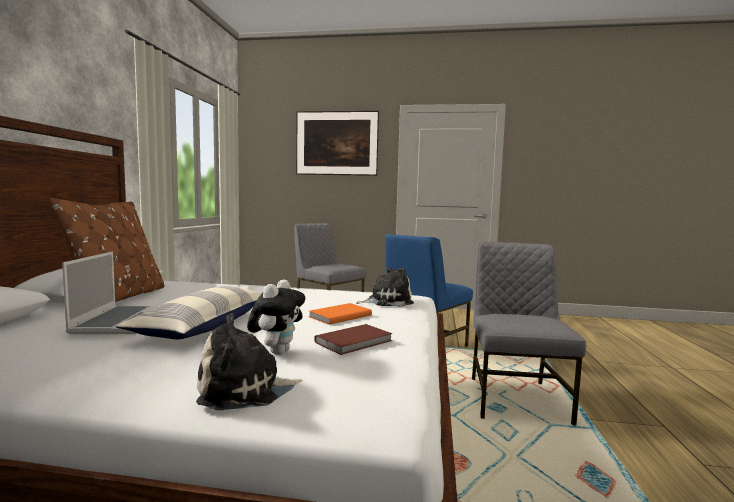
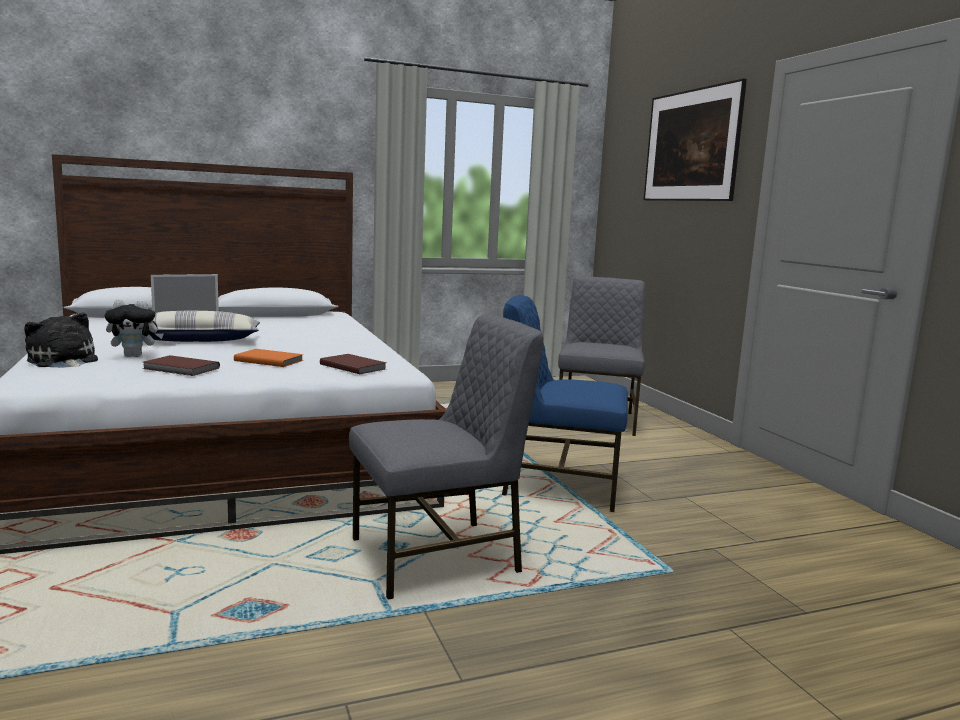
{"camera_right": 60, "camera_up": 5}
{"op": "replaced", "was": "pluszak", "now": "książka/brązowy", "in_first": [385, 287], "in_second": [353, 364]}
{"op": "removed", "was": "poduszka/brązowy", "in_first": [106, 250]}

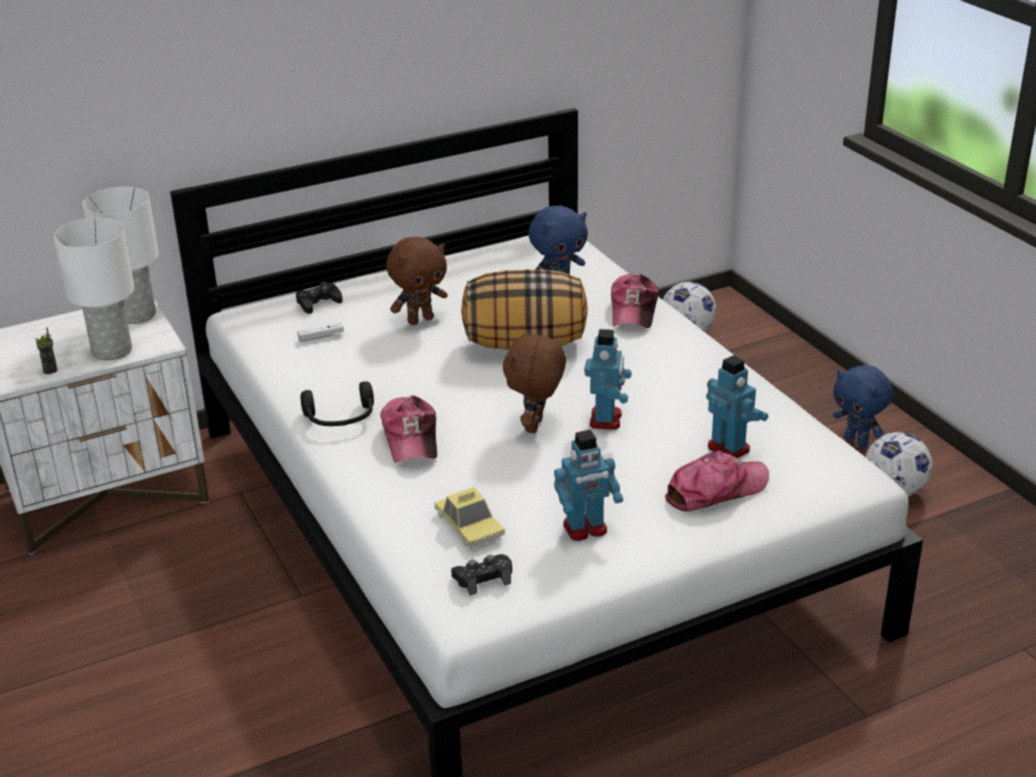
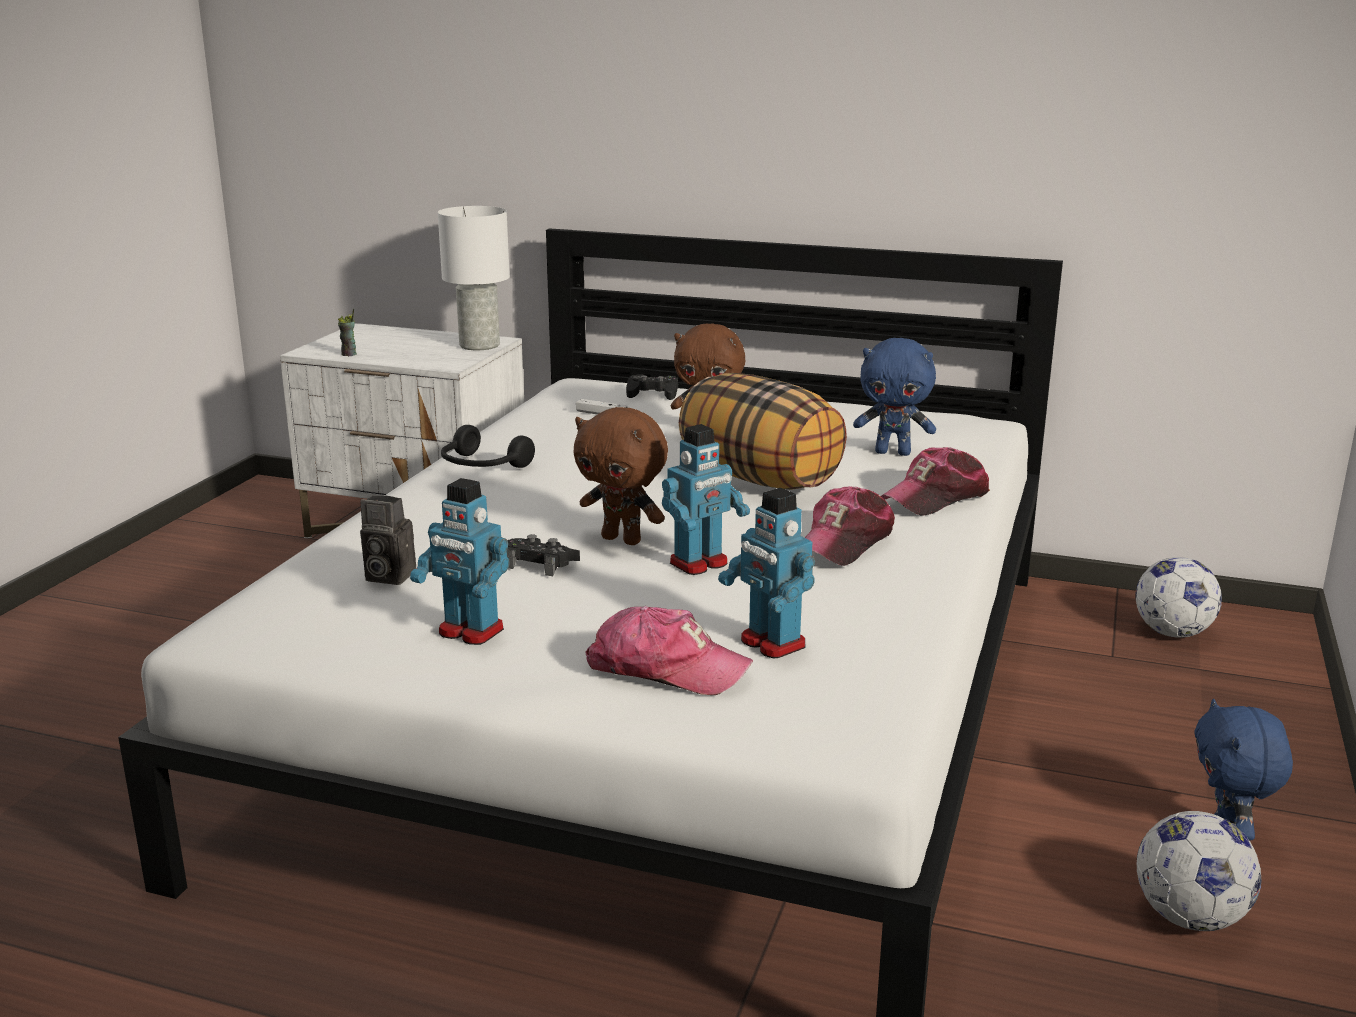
{"camera_right": 45, "camera_up": -10}
{"op": "replaced", "was": "samochodzik", "now": "aparat fotograficzny", "in_first": [469, 517], "in_second": [388, 540]}
{"op": "moved", "was": "pad do gier/czarny", "in_first": [481, 575], "in_second": [543, 555]}
{"op": "turned", "was": "pluszak/brązowy", "in_first": [534, 381], "in_second": [621, 476], "clockwise": -120}
{"op": "turned", "was": "robot zabawkowy", "in_first": [737, 406], "in_second": [766, 573], "clockwise": 135}
{"op": "moved", "was": "czapka z daszkiem", "in_first": [408, 429], "in_second": [850, 526]}
{"op": "removed", "was": "lampa stołowa/biały", "in_first": [94, 289]}

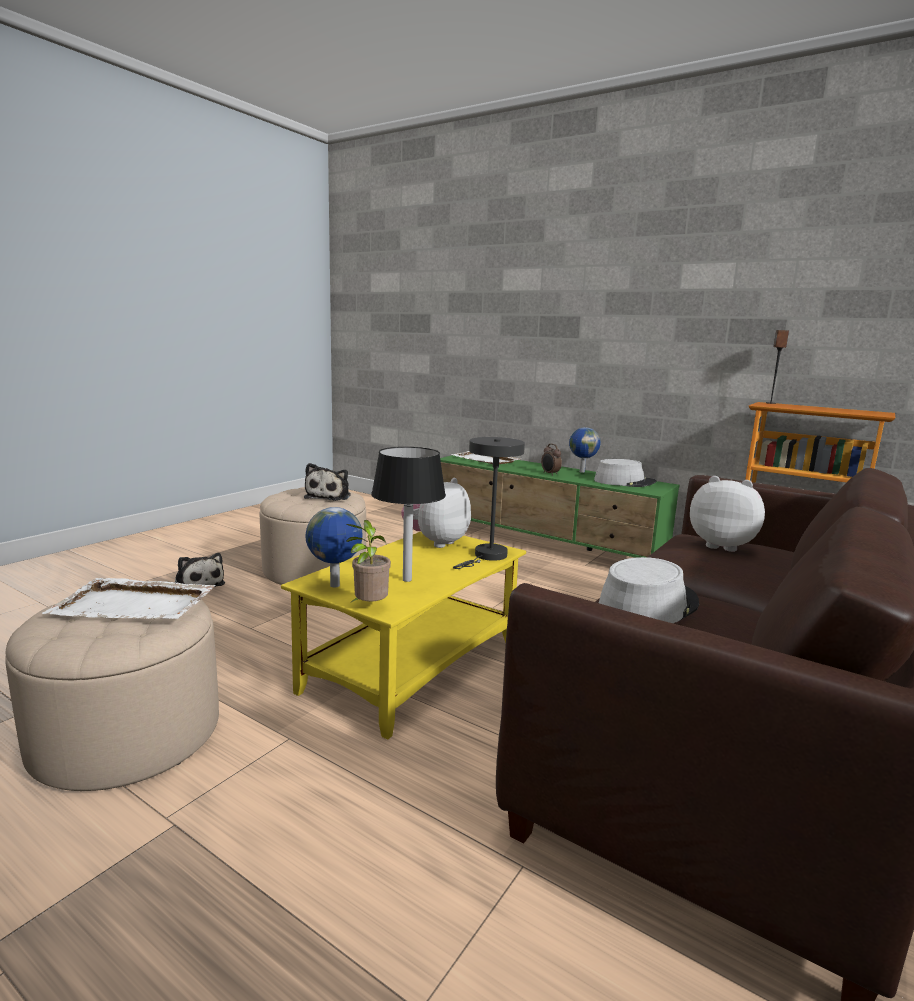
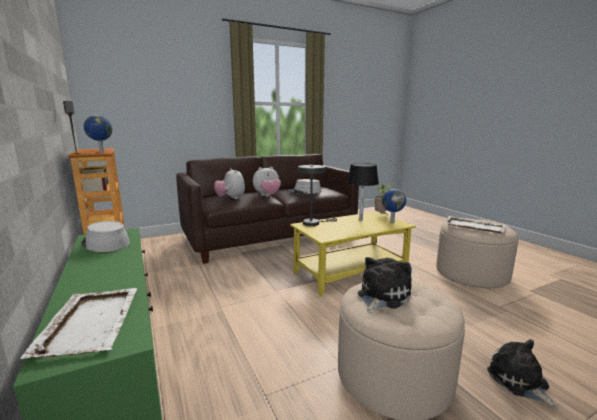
{"camera_right": -150, "camera_up": 0}
{"op": "moved", "was": "globus", "in_first": [585, 450], "in_second": [98, 134]}
{"op": "moved", "was": "pluszak", "in_first": [436, 513], "in_second": [267, 181]}
{"op": "removed", "was": "budzik", "in_first": [551, 460]}

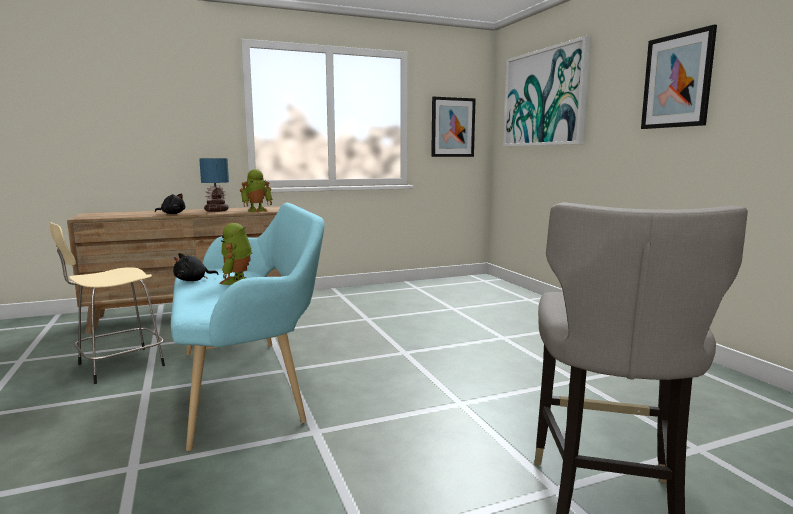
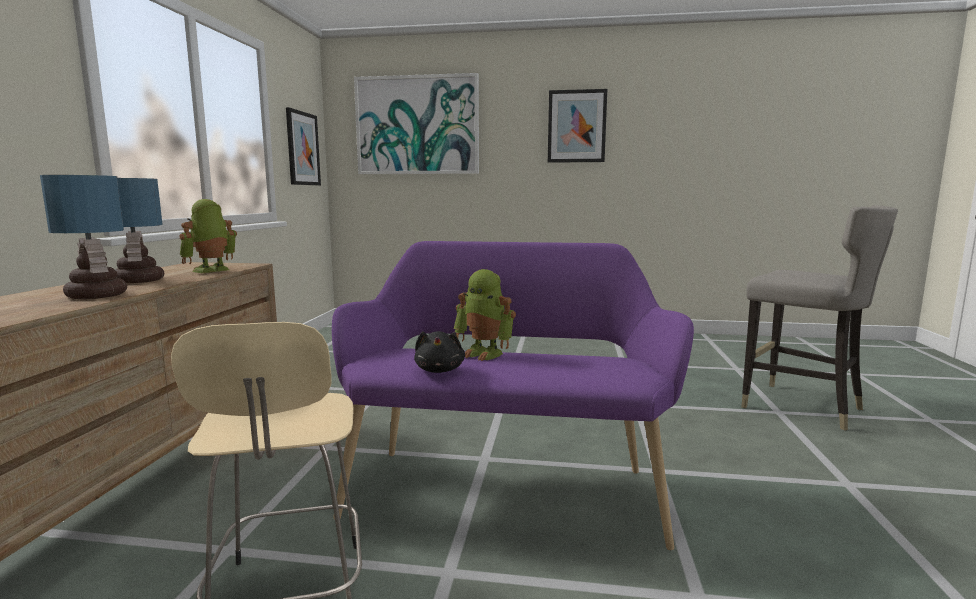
{"camera_right": -60, "camera_up": 0}
{"op": "replaced", "was": "pluszak/czarny", "now": "lampa stołowa", "in_first": [170, 203], "in_second": [83, 237]}
{"op": "turned", "was": "robot zabawkowy", "in_first": [256, 190], "in_second": [208, 236], "clockwise": -135}
{"op": "recoloured", "was": "ławka/turkusowy", "now": "ławka/fioletowy", "in_first": [248, 327], "in_second": [513, 395]}

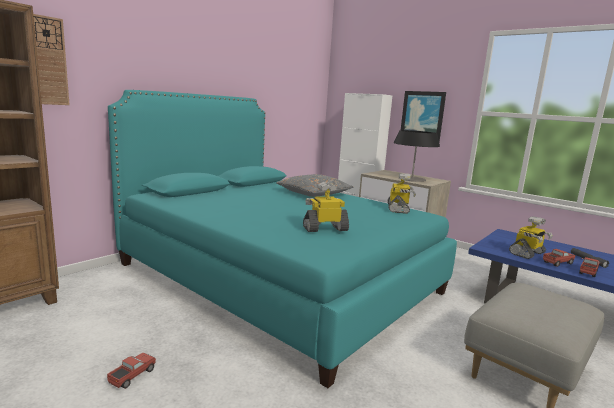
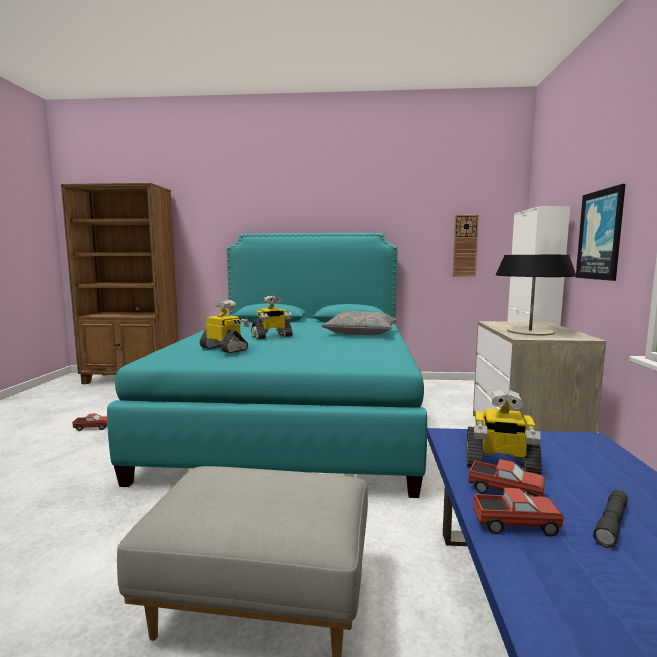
{"camera_right": 55, "camera_up": -5}
{"op": "moved", "was": "robot zabawkowy", "in_first": [402, 193], "in_second": [272, 317]}
{"op": "moved", "was": "zegar ścienny", "in_first": [51, 59], "in_second": [466, 246]}

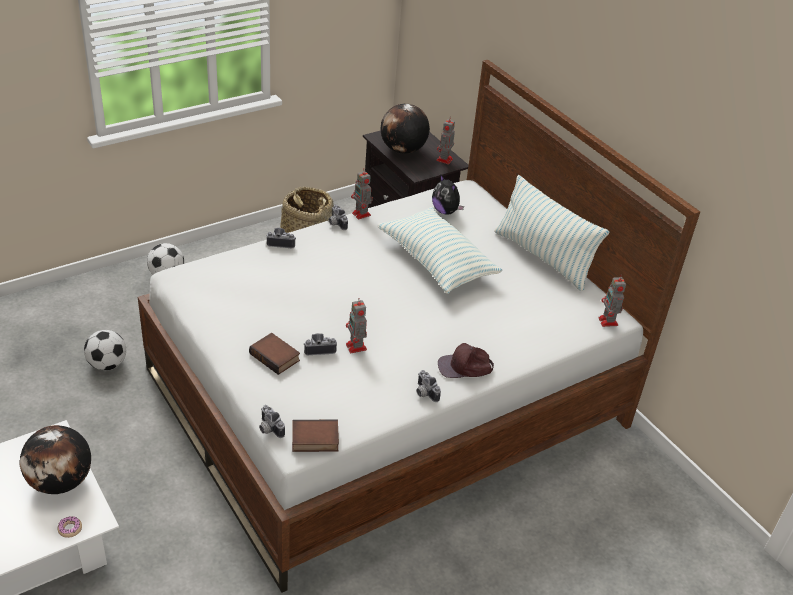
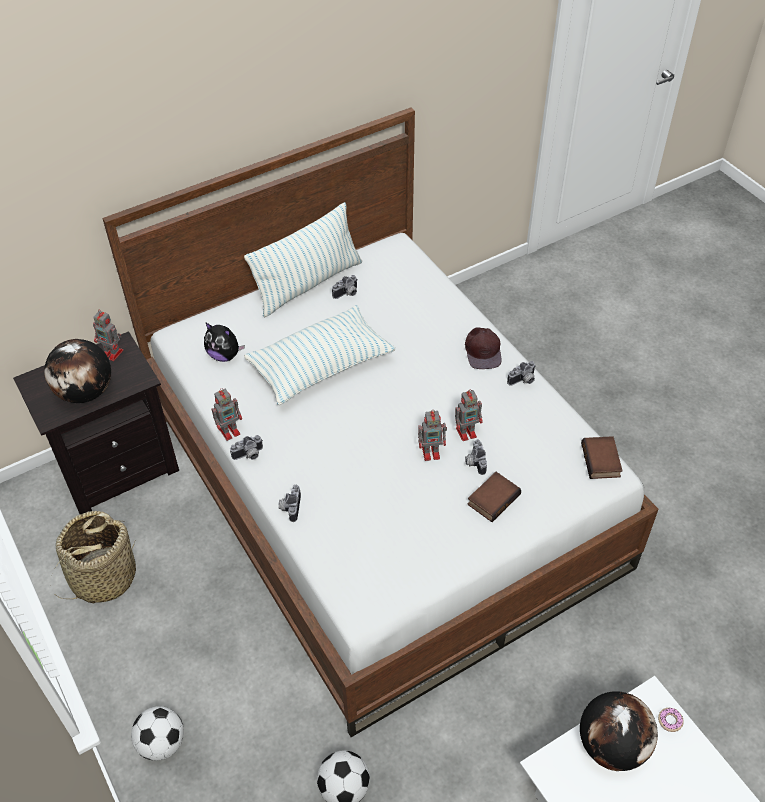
{"camera_right": -85, "camera_up": 10}
{"op": "turned", "was": "pluszak", "in_first": [448, 194], "in_second": [224, 342], "clockwise": 60}
{"op": "moved", "was": "aparat fotograficzny", "in_first": [272, 421], "in_second": [345, 287]}
{"op": "moved", "was": "robot zabawkowy", "in_first": [612, 300], "in_second": [432, 435]}

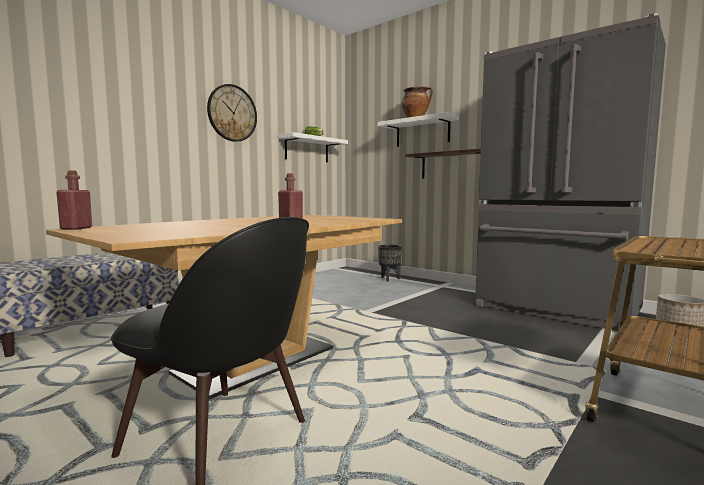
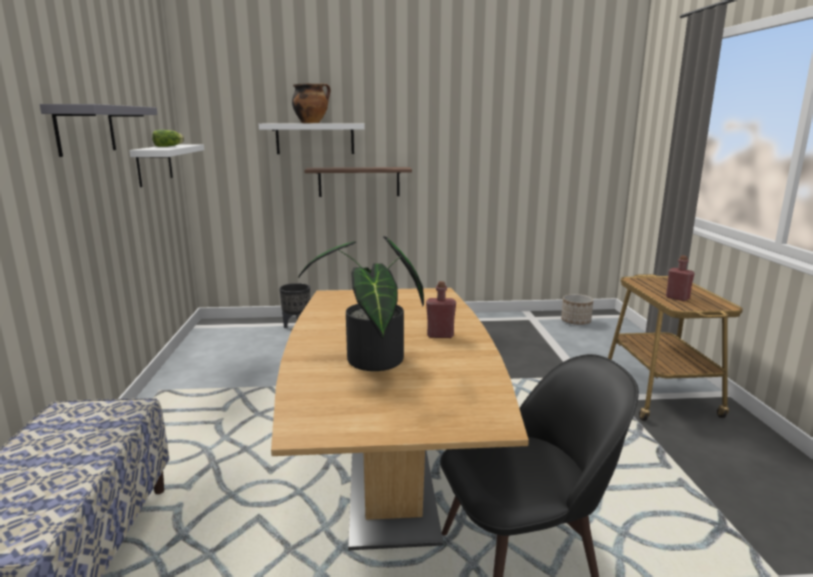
{"camera_right": -45, "camera_up": 10}
{"op": "replaced", "was": "zegar ścienny", "now": "półka/szary", "in_first": [232, 113], "in_second": [99, 130]}
{"op": "added", "now": "roślina doniczkowa", "in_second": [361, 303]}
{"op": "moved", "was": "butelka/czerwony", "in_first": [74, 200], "in_second": [680, 278]}
{"op": "removed", "was": "lodówka/szary", "in_first": [570, 172]}

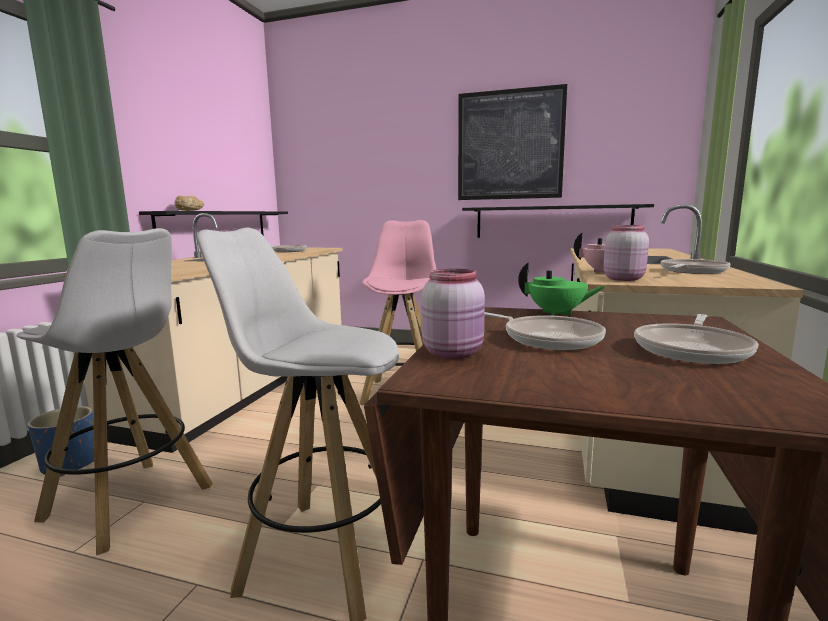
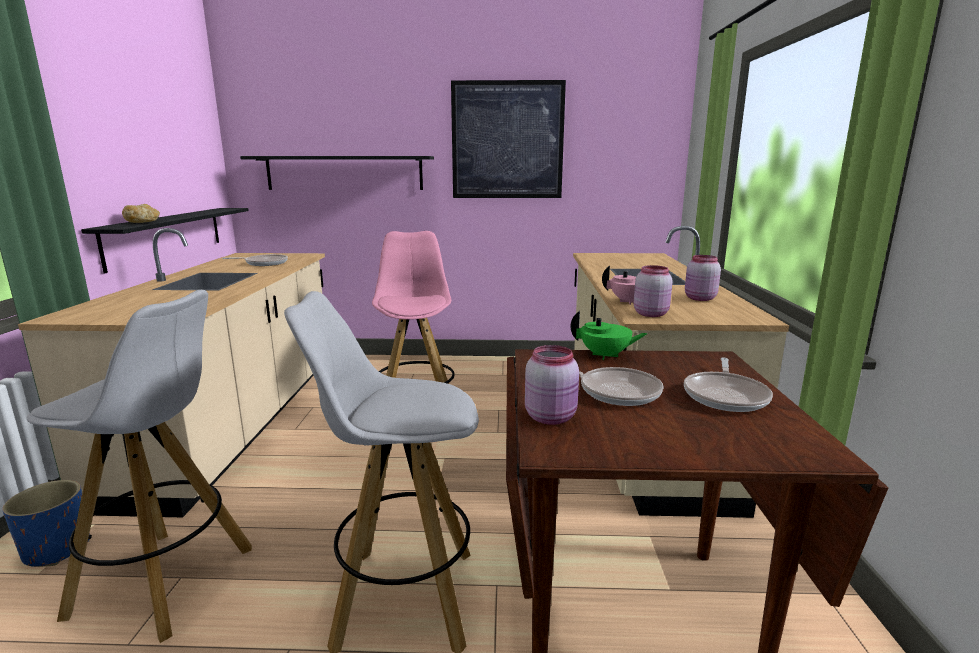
{"camera_right": -15, "camera_up": 5}
{"op": "moved", "was": "półka/czarny", "in_first": [558, 221], "in_second": [337, 173]}
{"op": "replaced", "was": "patelnia", "now": "słoik/różowy", "in_first": [696, 266], "in_second": [703, 278]}

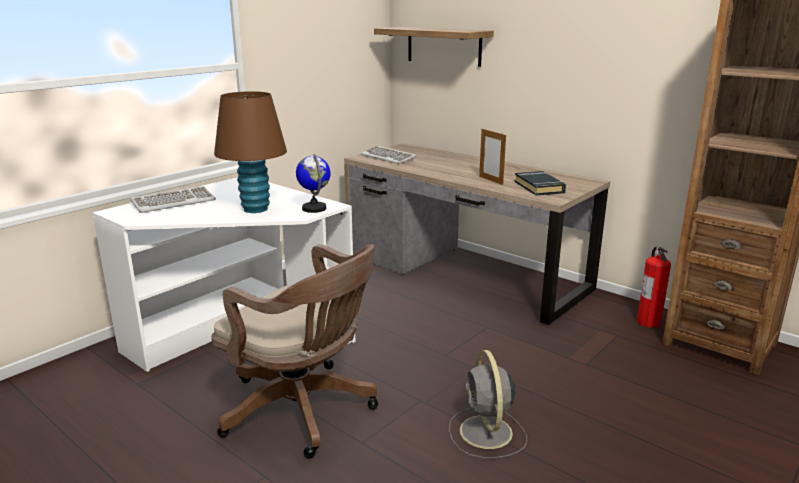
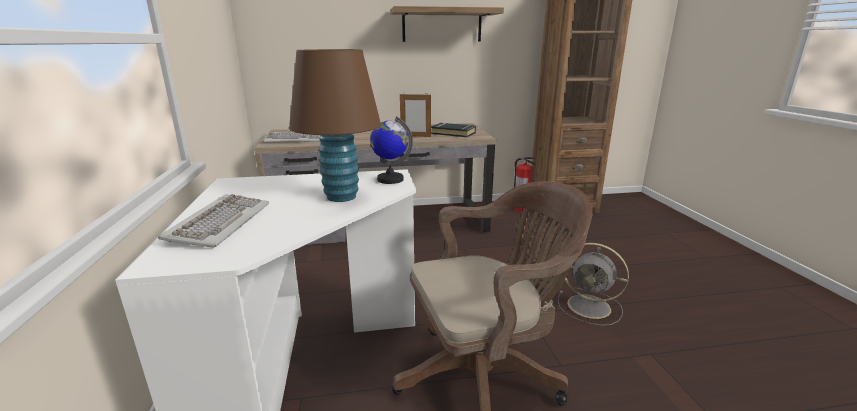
{"camera_right": -50, "camera_up": 0}
{"op": "moved", "was": "półka", "in_first": [434, 47], "in_second": [447, 24]}

